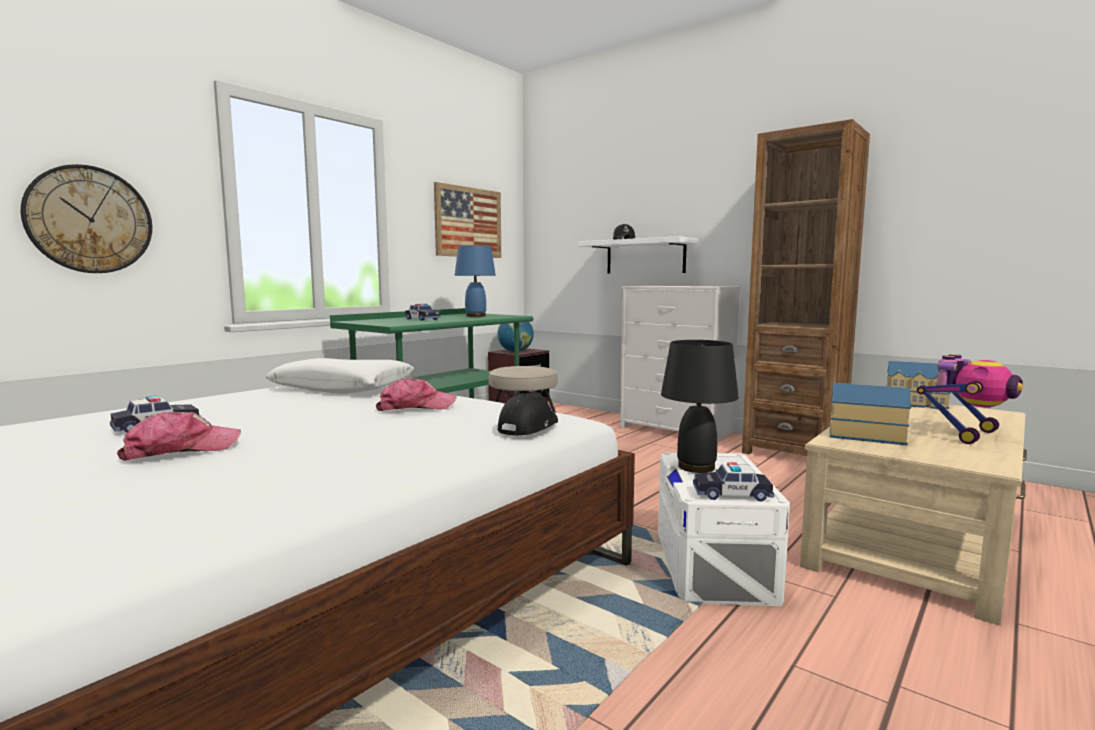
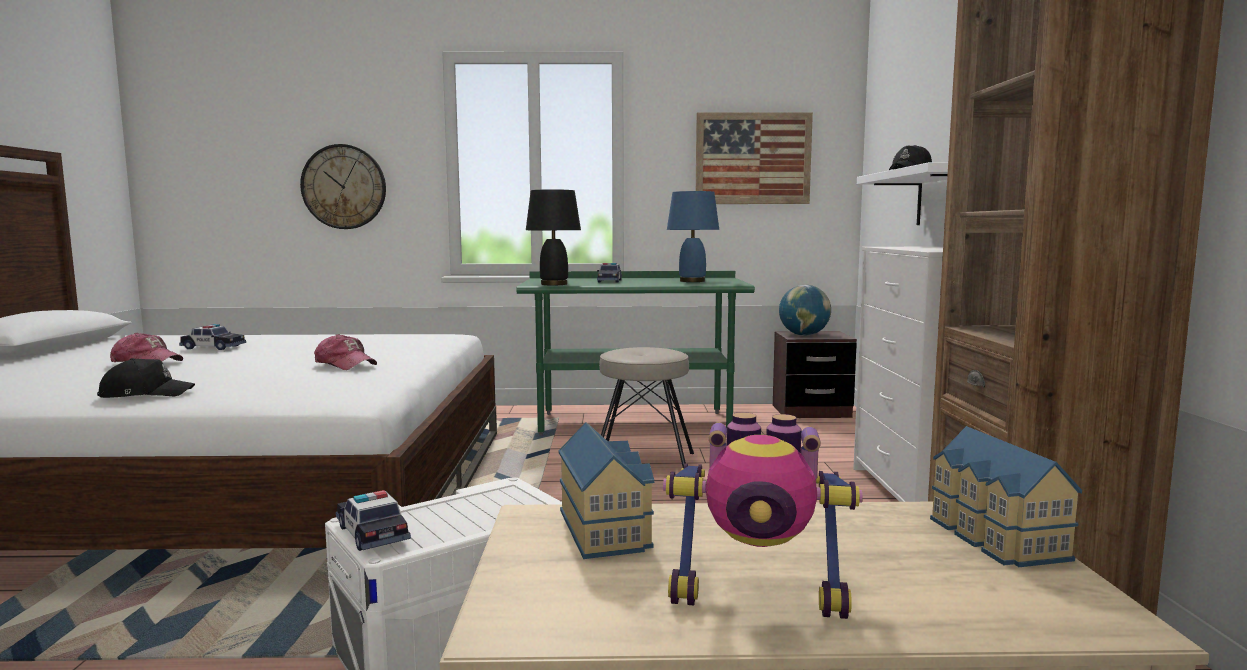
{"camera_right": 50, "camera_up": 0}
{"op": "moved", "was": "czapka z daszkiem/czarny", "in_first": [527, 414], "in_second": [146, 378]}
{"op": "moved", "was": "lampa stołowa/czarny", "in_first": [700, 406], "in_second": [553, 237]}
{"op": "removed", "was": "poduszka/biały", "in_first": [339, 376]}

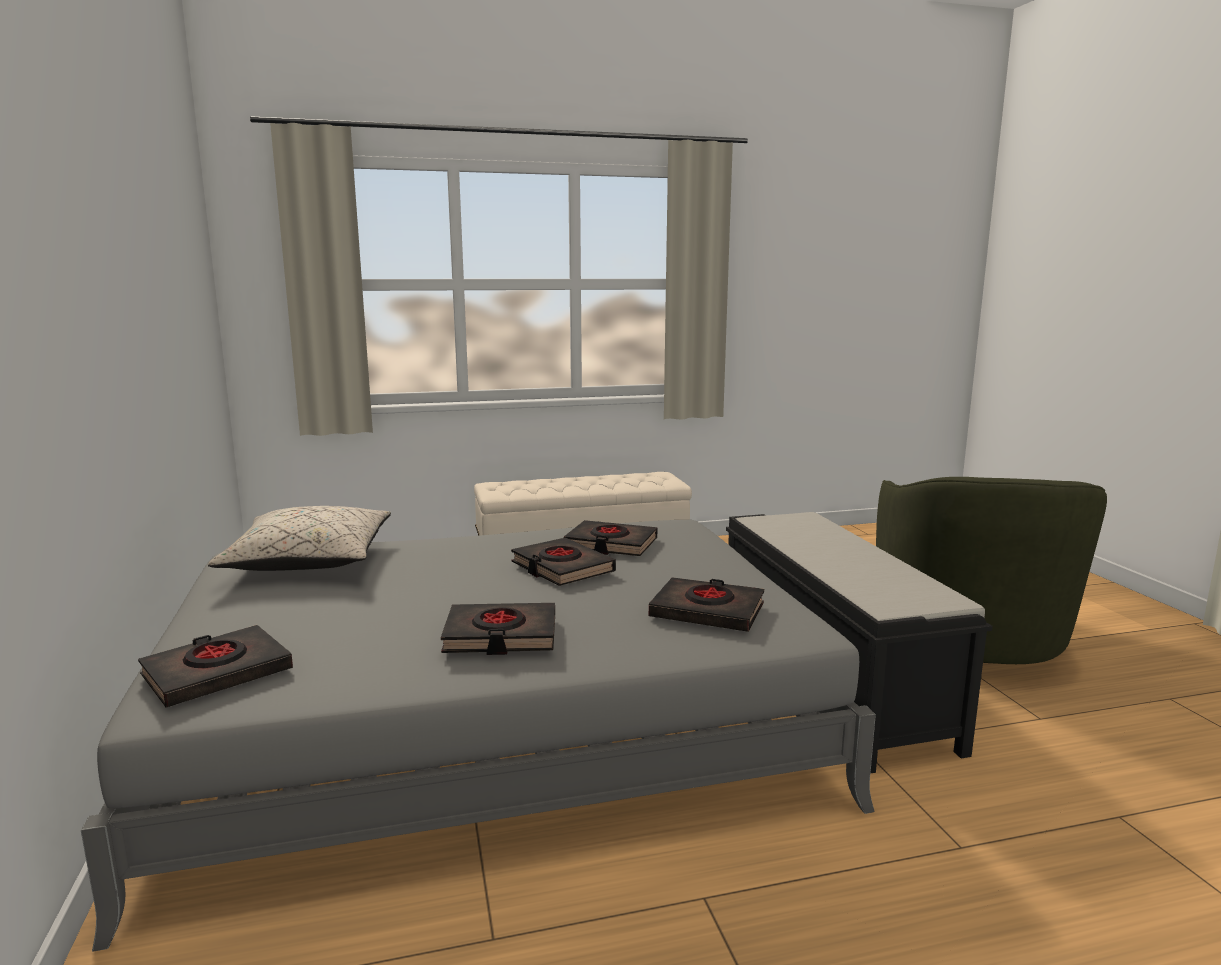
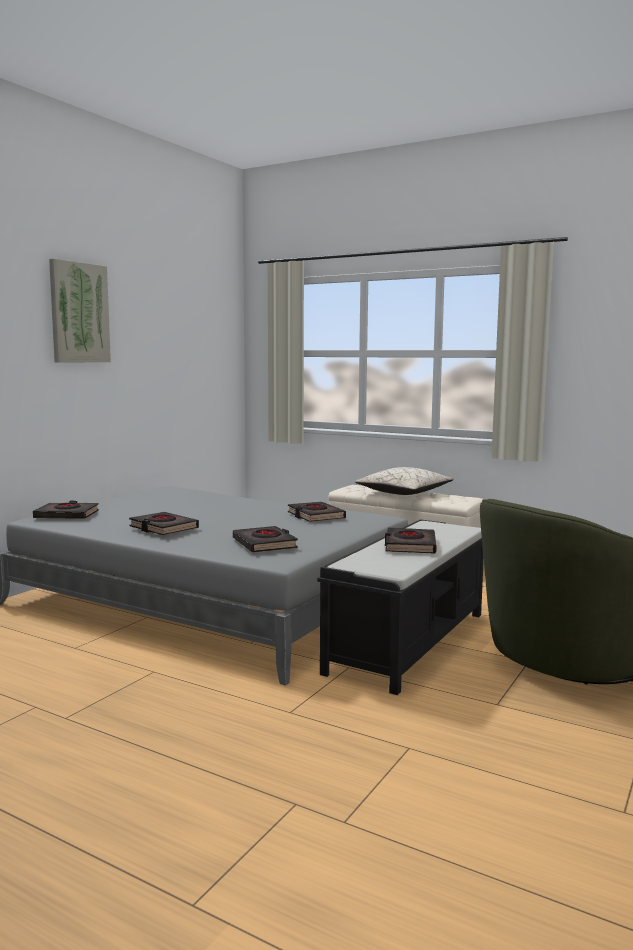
{"camera_right": 45, "camera_up": -5}
{"op": "added", "now": "obraz", "in_second": [80, 310]}
{"op": "moved", "was": "poduszka/beżowy", "in_first": [299, 538], "in_second": [404, 481]}
{"op": "moved", "was": "książka/czarny", "in_first": [563, 562], "in_second": [411, 541]}

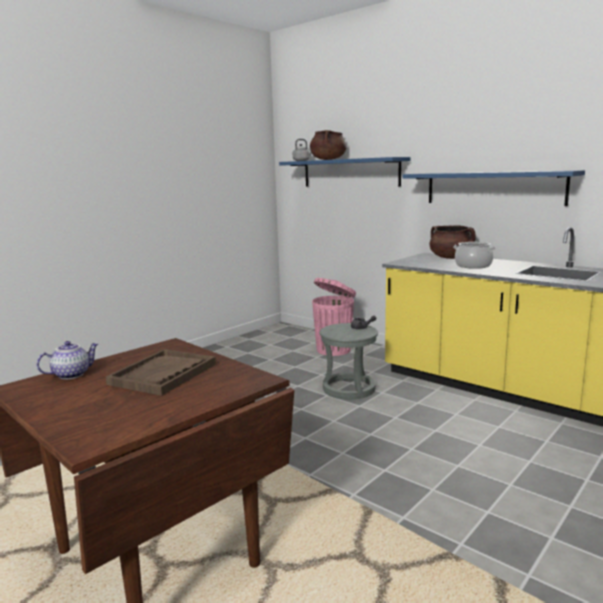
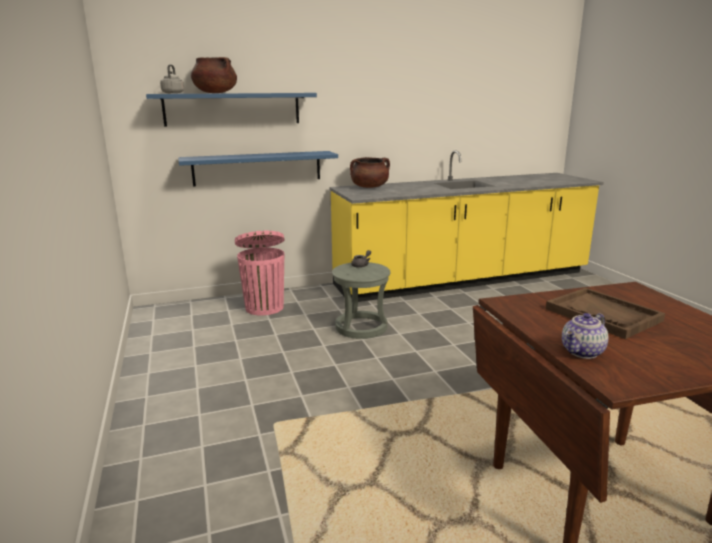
{"camera_right": -60, "camera_up": 5}
{"op": "moved", "was": "półka/niebieski", "in_first": [493, 188], "in_second": [258, 169]}
{"op": "turned", "was": "imbryk", "in_first": [67, 360], "in_second": [585, 336], "clockwise": -120}
{"op": "removed", "was": "garnek", "in_first": [474, 255]}

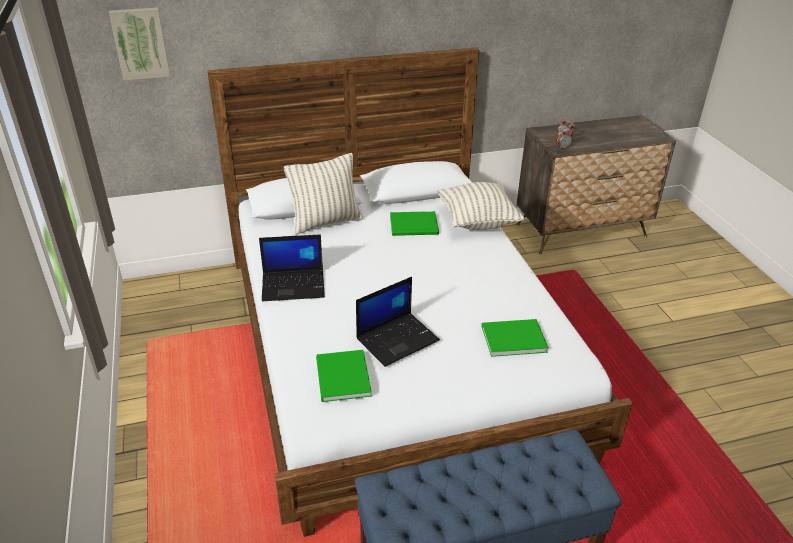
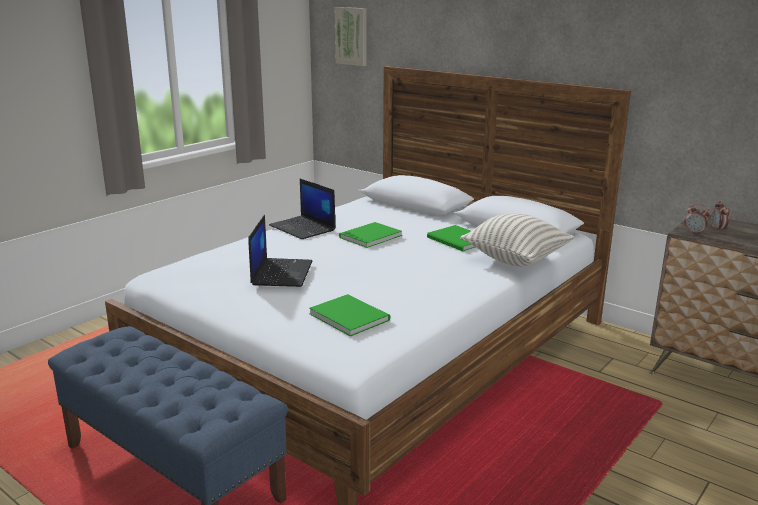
{"camera_right": 55, "camera_up": -15}
{"op": "turned", "was": "laptop", "in_first": [398, 322], "in_second": [280, 251], "clockwise": -105}
{"op": "moved", "was": "książka/zielony", "in_first": [344, 376], "in_second": [370, 235]}
{"op": "removed", "was": "poduszka", "in_first": [323, 193]}

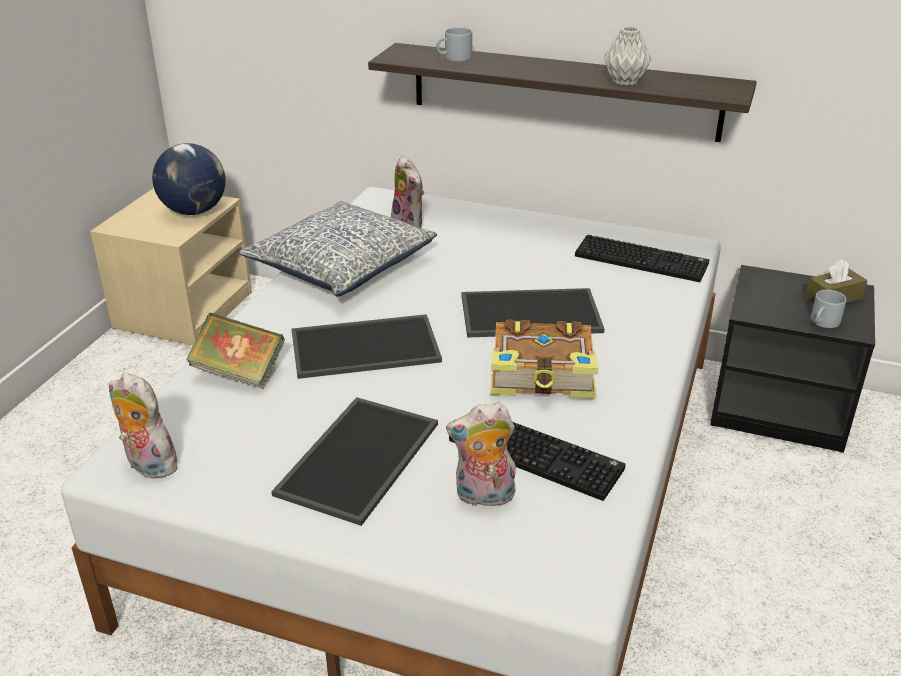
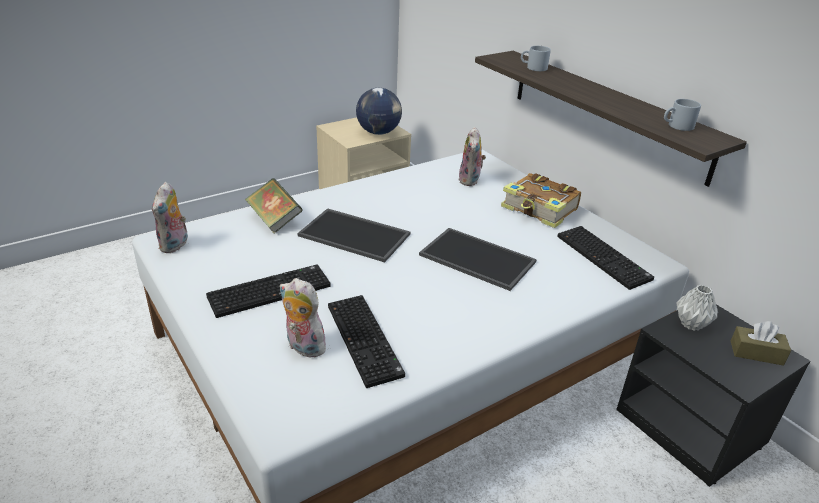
{"camera_right": 35, "camera_up": 0}
{"op": "turned", "was": "pluszak", "in_first": [146, 426], "in_second": [170, 217], "clockwise": -150}
{"op": "replaced", "was": "taca", "now": "klawiatura", "in_first": [354, 461], "in_second": [268, 291]}
{"op": "moved", "was": "książka", "in_first": [544, 359], "in_second": [541, 200]}
{"op": "moved", "was": "kubek/szary", "in_first": [829, 309], "in_second": [682, 115]}
{"op": "moved", "was": "wazon/szary", "in_first": [627, 56], "in_second": [697, 308]}
{"op": "removed", "was": "poduszka", "in_first": [338, 248]}

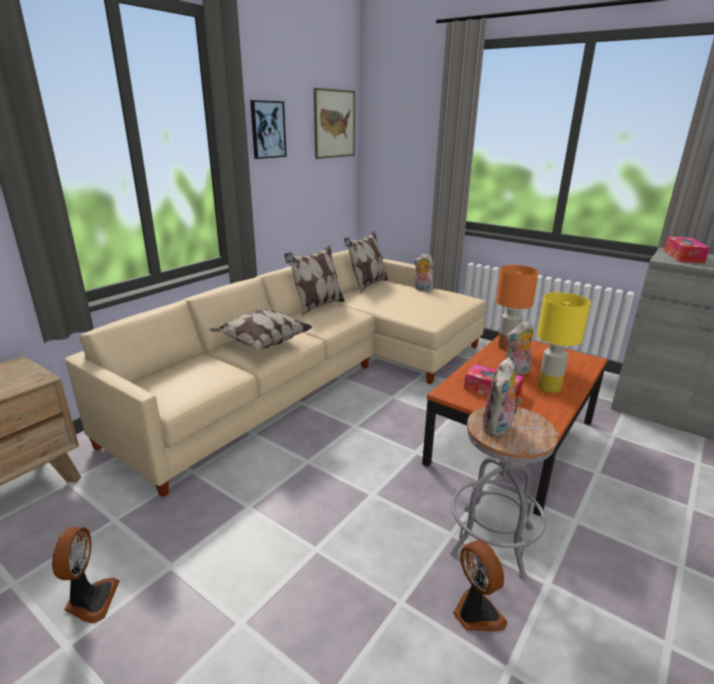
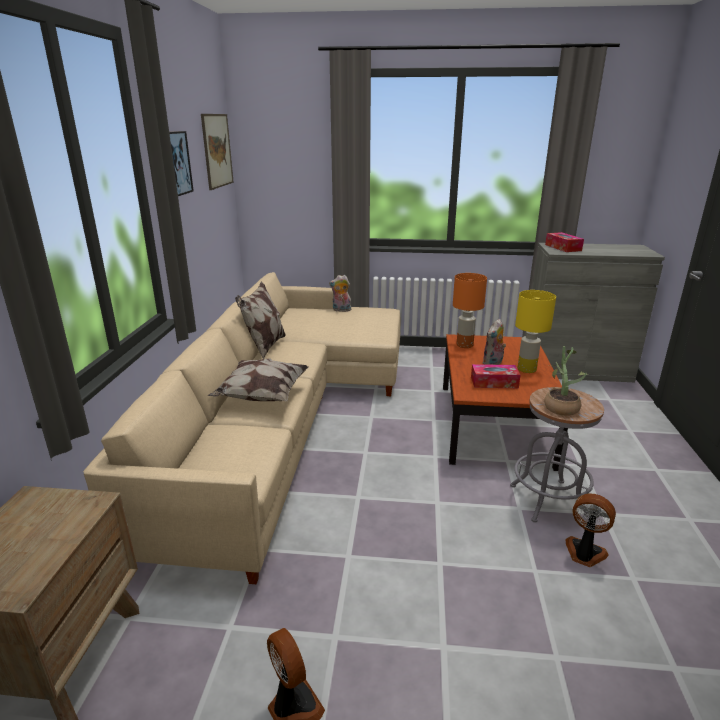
{"camera_right": -30, "camera_up": 0}
{"op": "replaced", "was": "pluszak", "now": "roślina doniczkowa", "in_first": [501, 397], "in_second": [566, 381]}
{"op": "removed", "was": "poduszka", "in_first": [366, 262]}

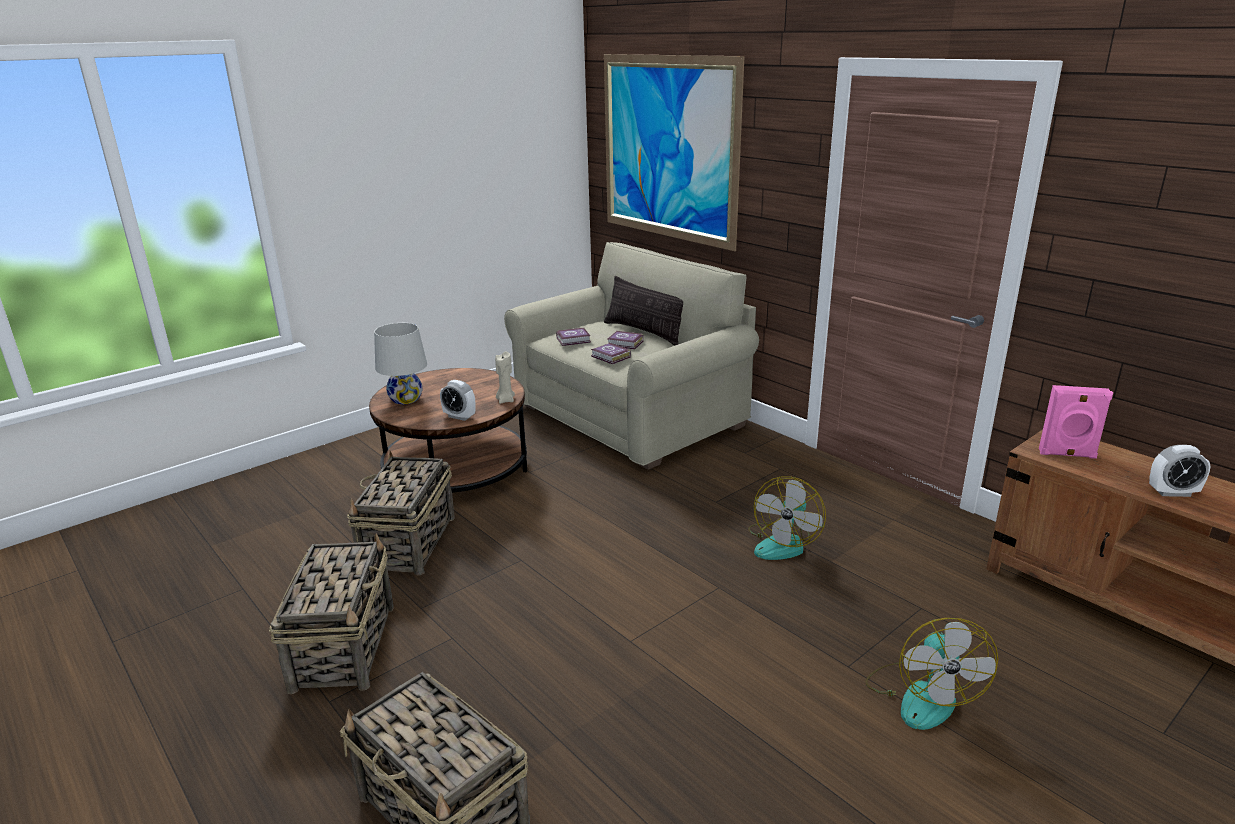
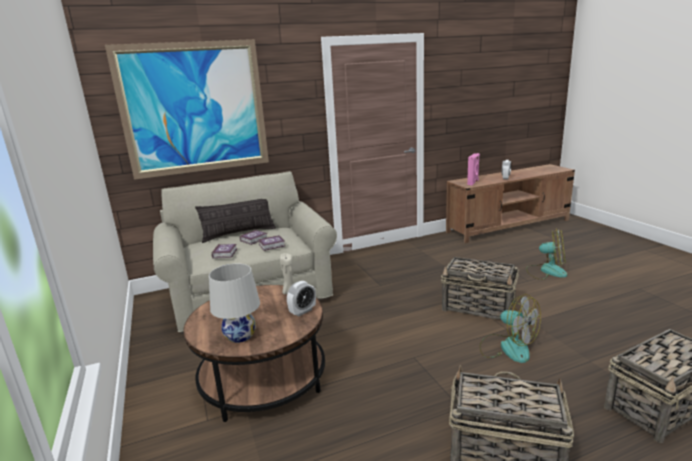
{"camera_right": -70, "camera_up": -5}
{"op": "moved", "was": "koszyk", "in_first": [401, 513], "in_second": [480, 288]}
{"op": "moved", "was": "wentylator", "in_first": [787, 518], "in_second": [510, 328]}

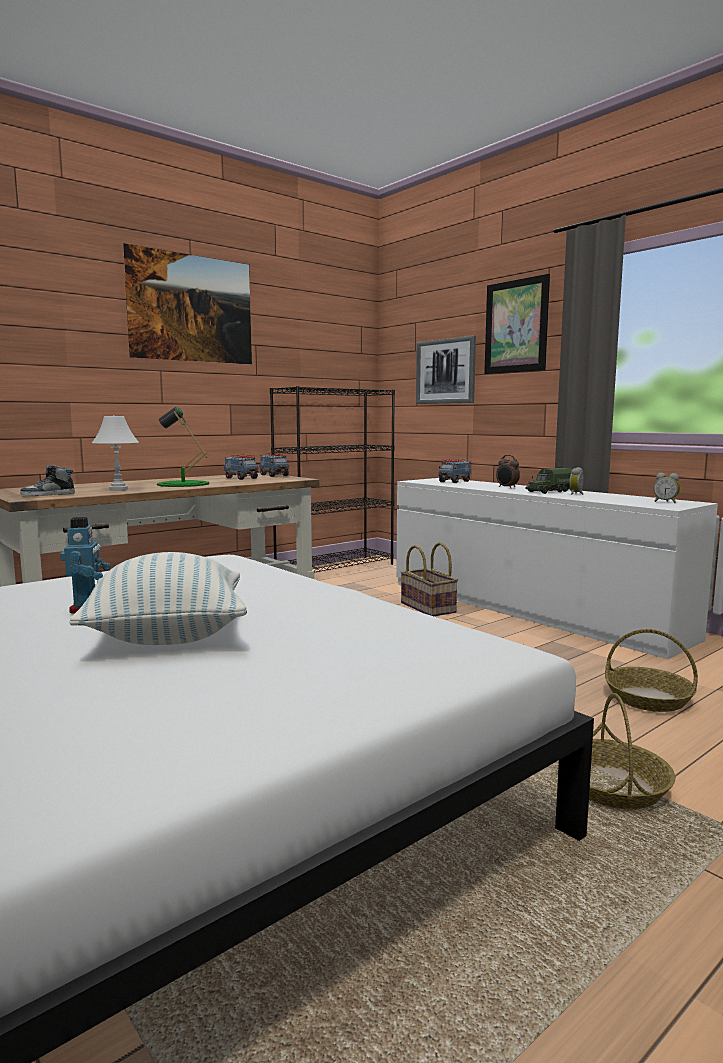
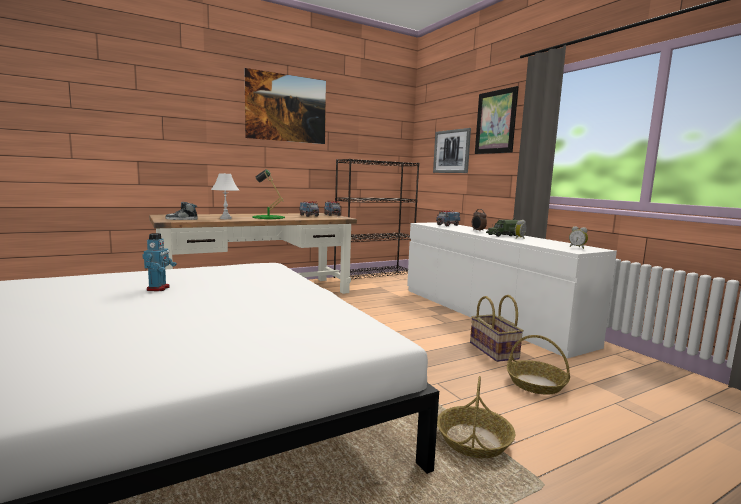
{"camera_right": 10, "camera_up": 0}
{"op": "moved", "was": "koszyk", "in_first": [429, 579], "in_second": [497, 328]}
{"op": "removed", "was": "poduszka", "in_first": [158, 598]}

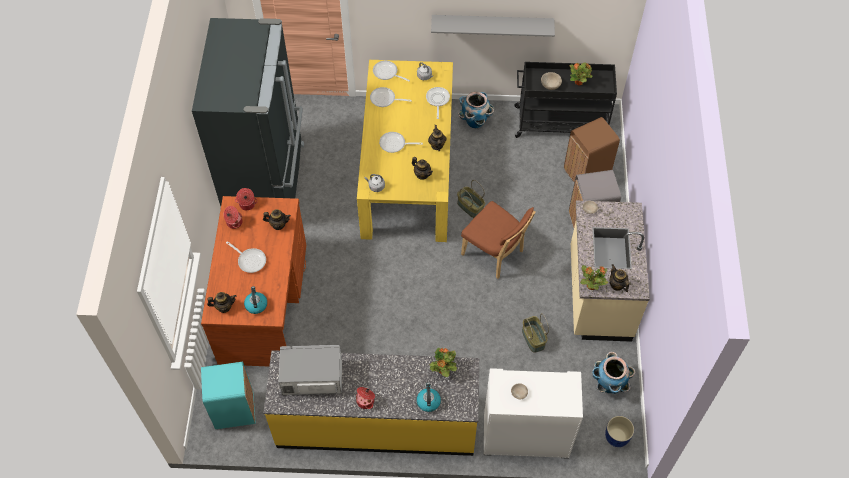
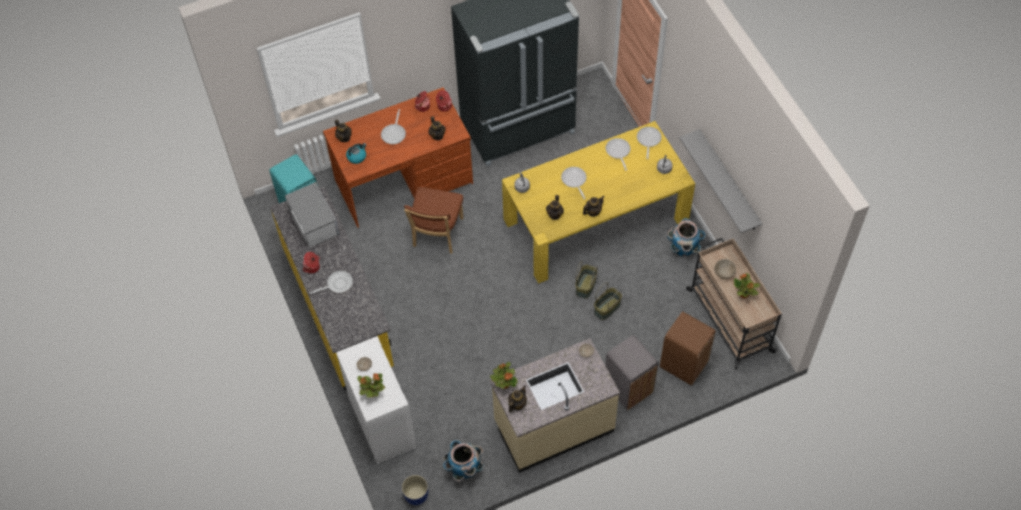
{"camera_right": 65, "camera_up": 0}
{"op": "moved", "was": "patelnia", "in_first": [438, 103], "in_second": [331, 282]}
{"op": "moved", "was": "roślina doniczkowa", "in_first": [443, 362], "in_second": [371, 385]}
{"op": "moved", "was": "krzesło/brązowy", "in_first": [498, 240], "in_second": [433, 220]}
{"op": "moved", "was": "koszyk", "in_first": [535, 333], "in_second": [608, 301]}
{"op": "recoloured", "was": "wózek/czarny", "now": "wózek/beżowy", "in_first": [566, 100], "in_second": [734, 303]}
{"op": "removed", "was": "czajnik", "in_first": [428, 397]}

